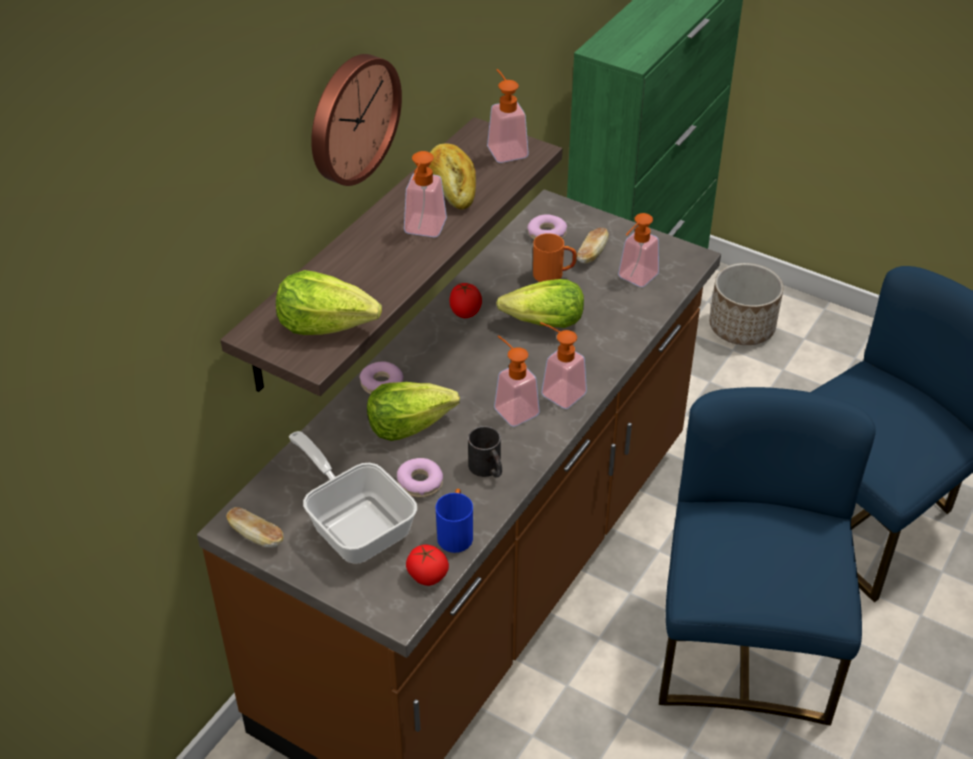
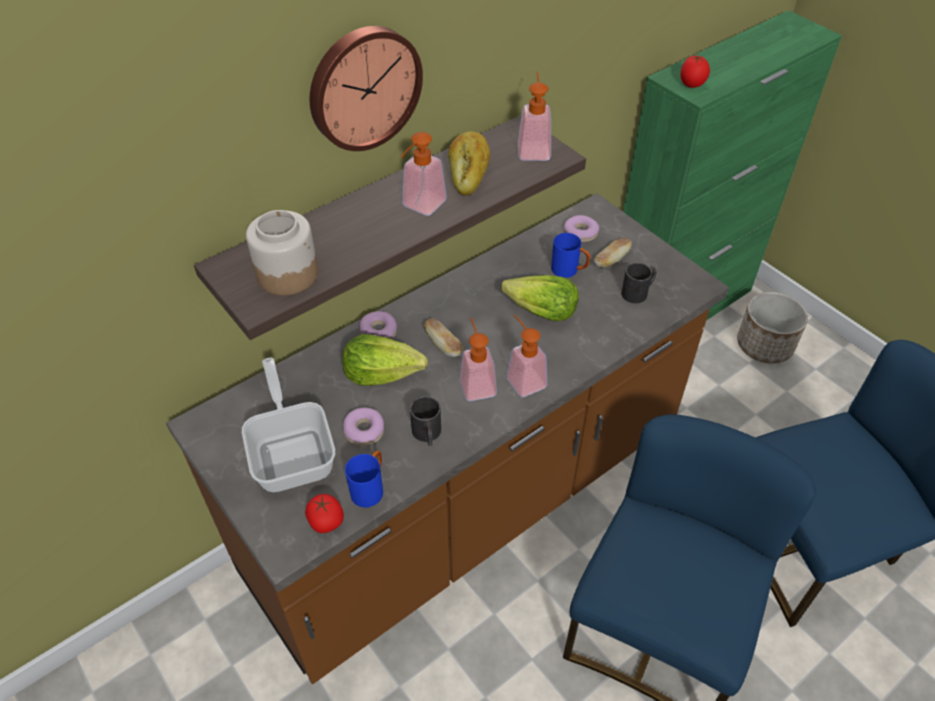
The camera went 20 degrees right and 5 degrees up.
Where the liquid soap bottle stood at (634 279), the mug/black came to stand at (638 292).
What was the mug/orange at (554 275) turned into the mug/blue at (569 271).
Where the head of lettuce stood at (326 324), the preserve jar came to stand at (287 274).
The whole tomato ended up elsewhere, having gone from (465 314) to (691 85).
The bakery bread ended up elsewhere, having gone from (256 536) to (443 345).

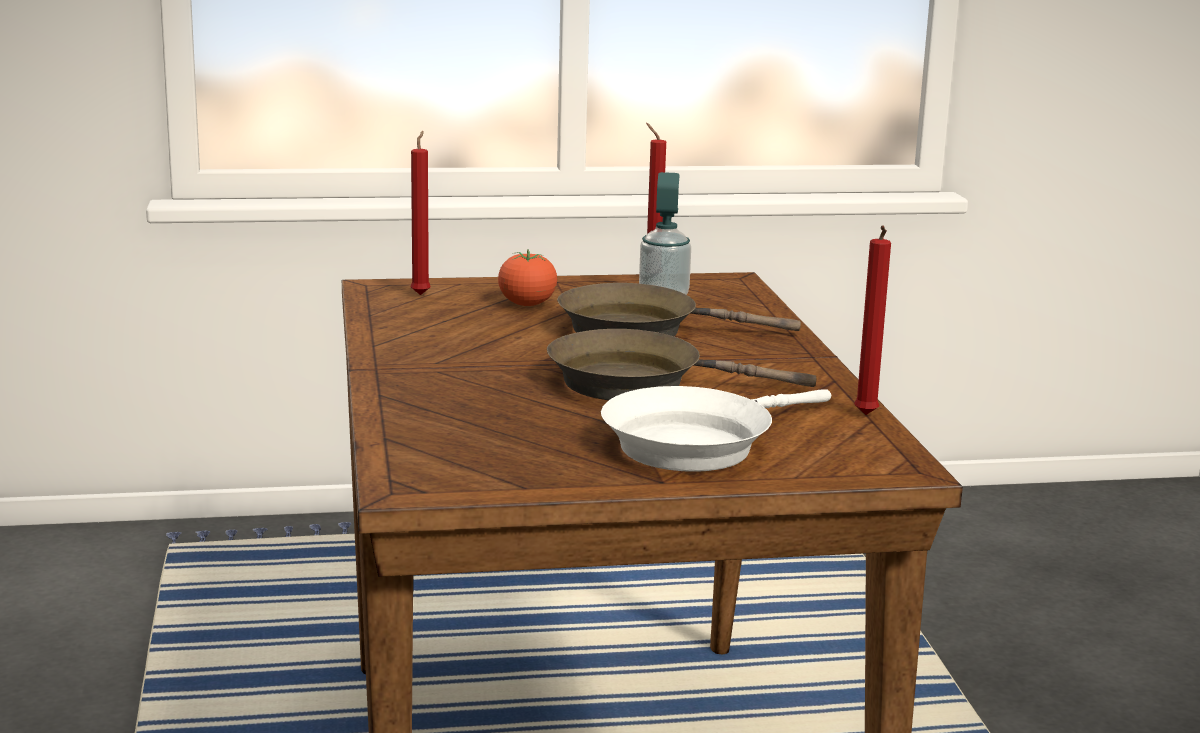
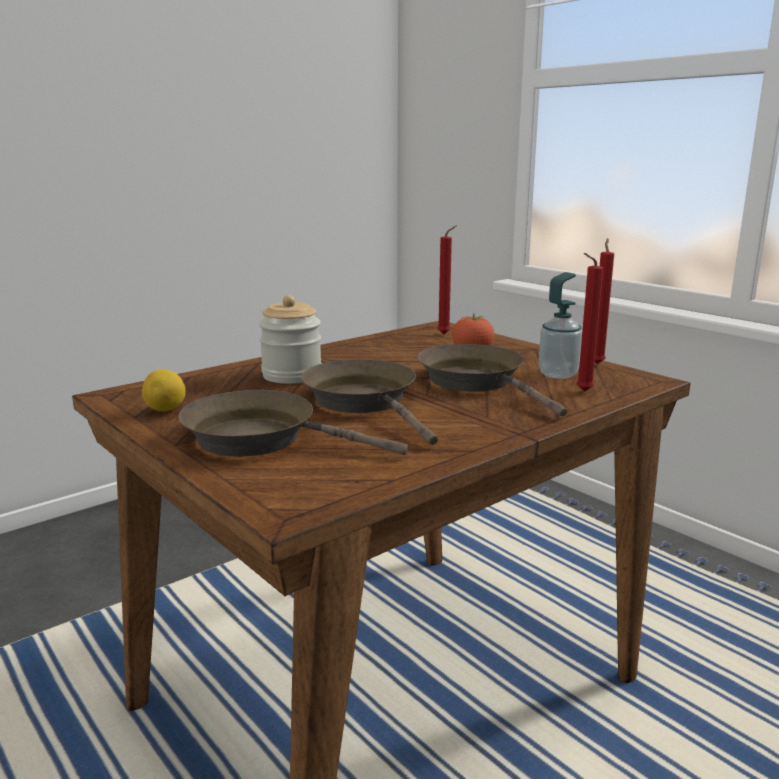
The camera went 60 degrees right and 0 degrees up.
The wax light/red ended up elsewhere, having gone from (865 416) to (581 391).
What was the pan/whitish at (696 444) turned into the pan/brown at (261 438).
The second view gained the preserve jar at (292 375).
The second view gained the citrus fruit at (166 410).

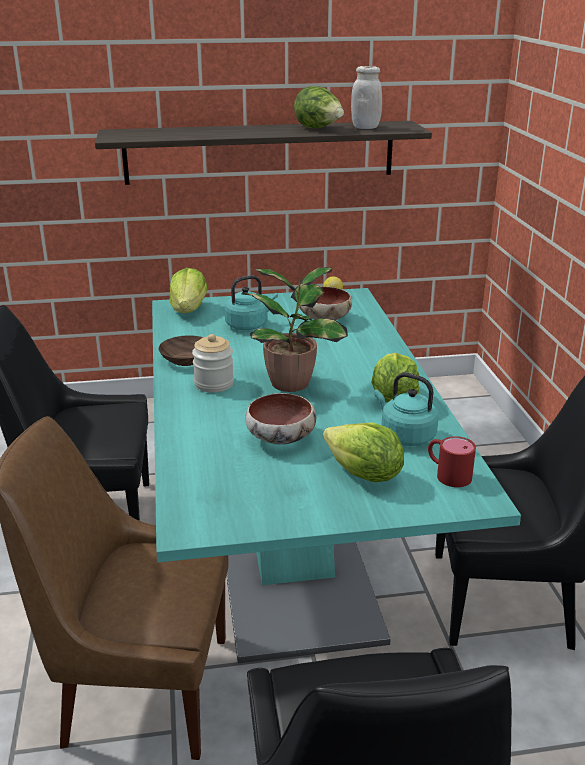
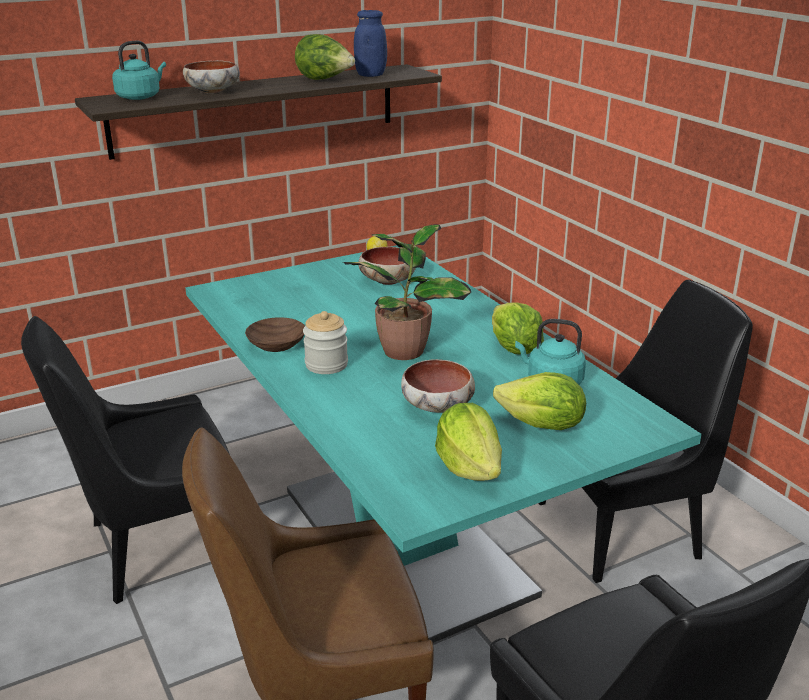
The camera went 20 degrees left and 0 degrees up.
What was the preserve jar/whitish at (365 127) turned into the preserve jar/blue at (370 75).
The head of lettuce ended up elsewhere, having gone from (189 309) to (469 467).
The tea kettle/turquoise-coloured ended up elsewhere, having gone from (249 325) to (140 97).
The second view lost the mug/red at (447 473).
The second view gained the serving bowl at (214 91).

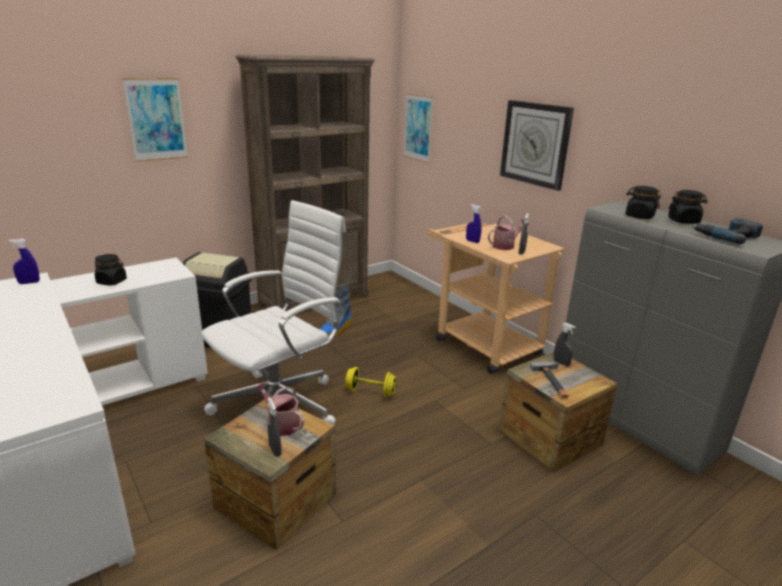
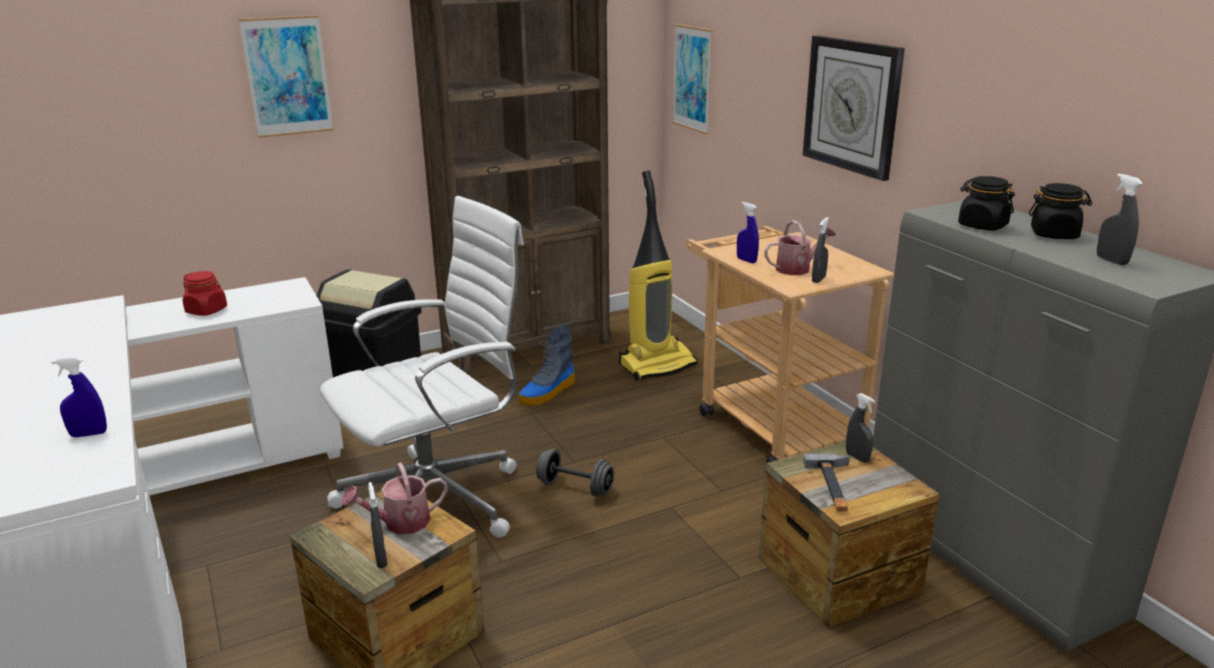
The camera went 10 degrees right and 0 degrees up.
Where the drill stood at (726 236), the hand sprayer/gray came to stand at (1111 261).
The hand sprayer/blue ended up elsewhere, having gone from (29 282) to (89 434).
What was the preserve jar/black at (112 282) turned into the preserve jar/red at (207 310).
What was the free weight/yellow-coloured at (370 391) turned into the free weight/gray at (575 488).
The watering pot at (281 423) ended up facing another way, 75 degrees counterclockwise from before.
The second view gained the vacuum cleaner at (657 365).

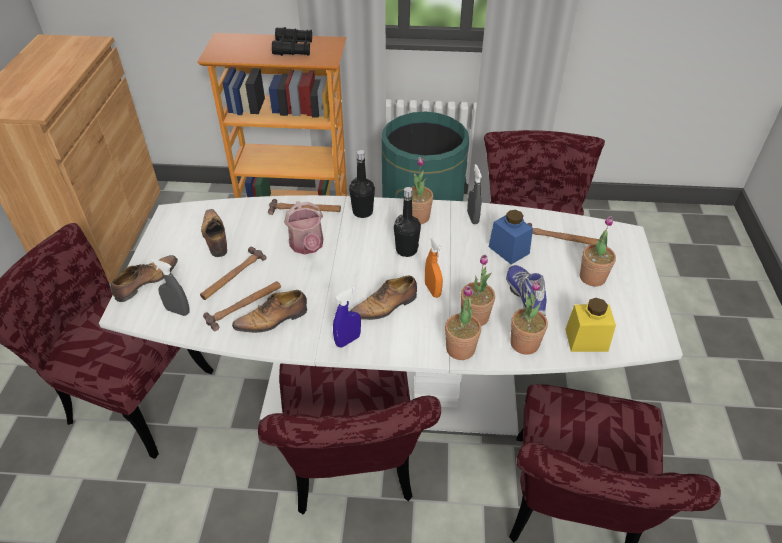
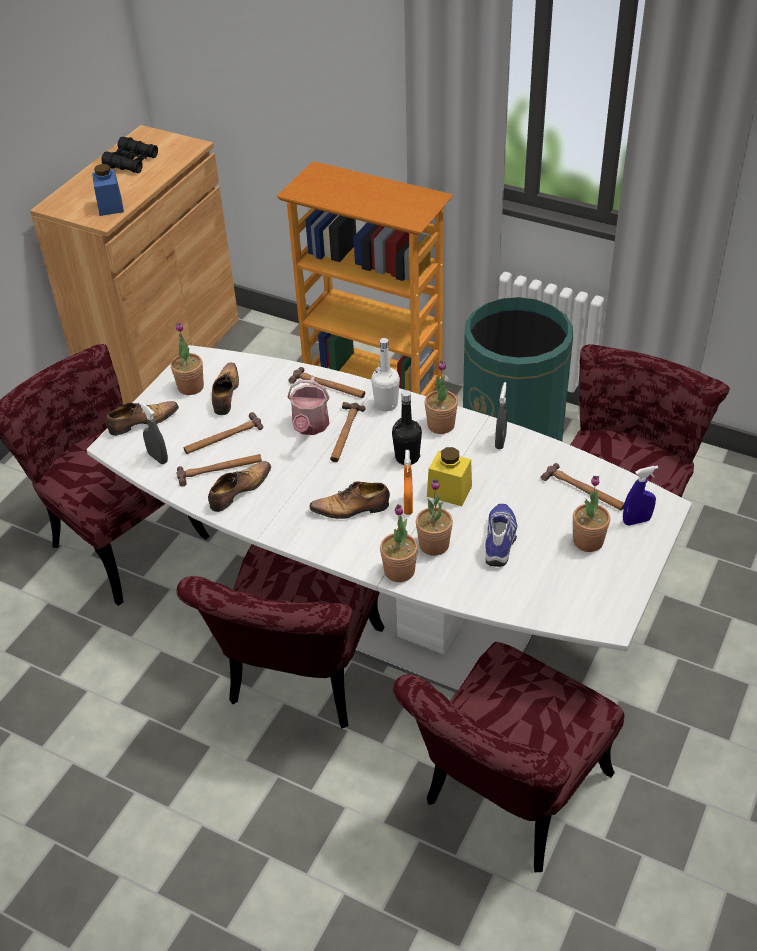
The camera went 25 degrees right and 0 degrees up.
The field glasses/black ended up elsewhere, having gone from (293 48) to (131 162).
What was the drink bottle/black at (362 212) turned into the drink bottle/whitish at (386 404).
The preserve jar/blue ended up elsewhere, having gone from (508 250) to (110 206).
The plant in a pot ended up elsewhere, having gone from (524 343) to (190 387).
The hand sprayer/blue ended up elsewhere, having gone from (348 340) to (636 521).
The item of footwear at (273 319) ended up facing another way, 135 degrees clockwise from before.
The preserve jar/yellow-coloured ended up elsewhere, having gone from (586 340) to (449 491).
The second view gained the hand hammer at (344 434).

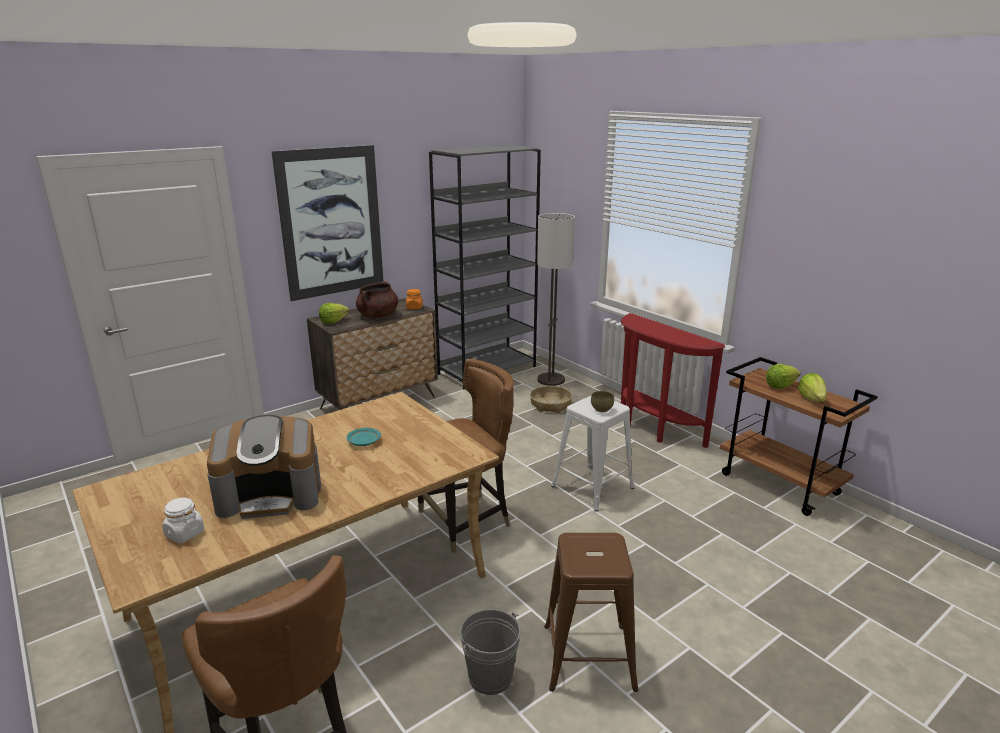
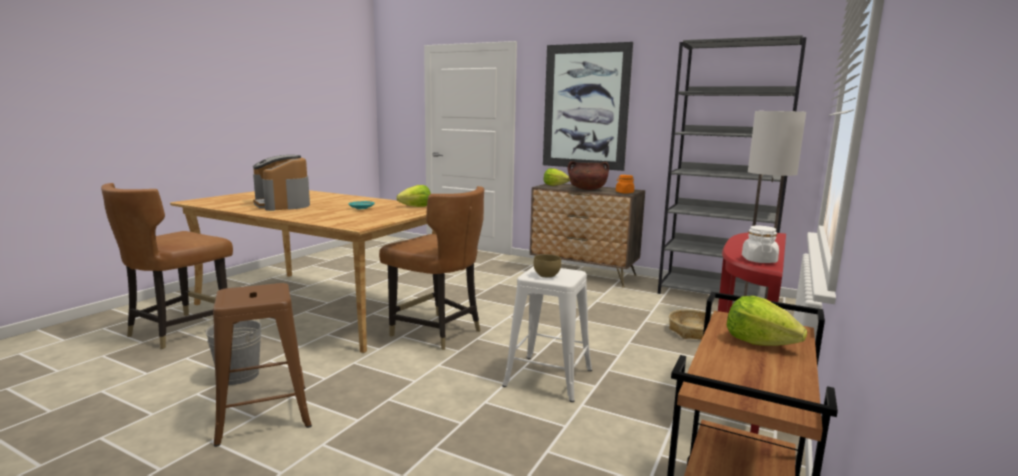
The camera went 65 degrees right and 10 degrees down.
The head of lettuce ended up elsewhere, having gone from (812 399) to (416 207).
The preserve jar/whitish ended up elsewhere, having gone from (184 534) to (758 260).

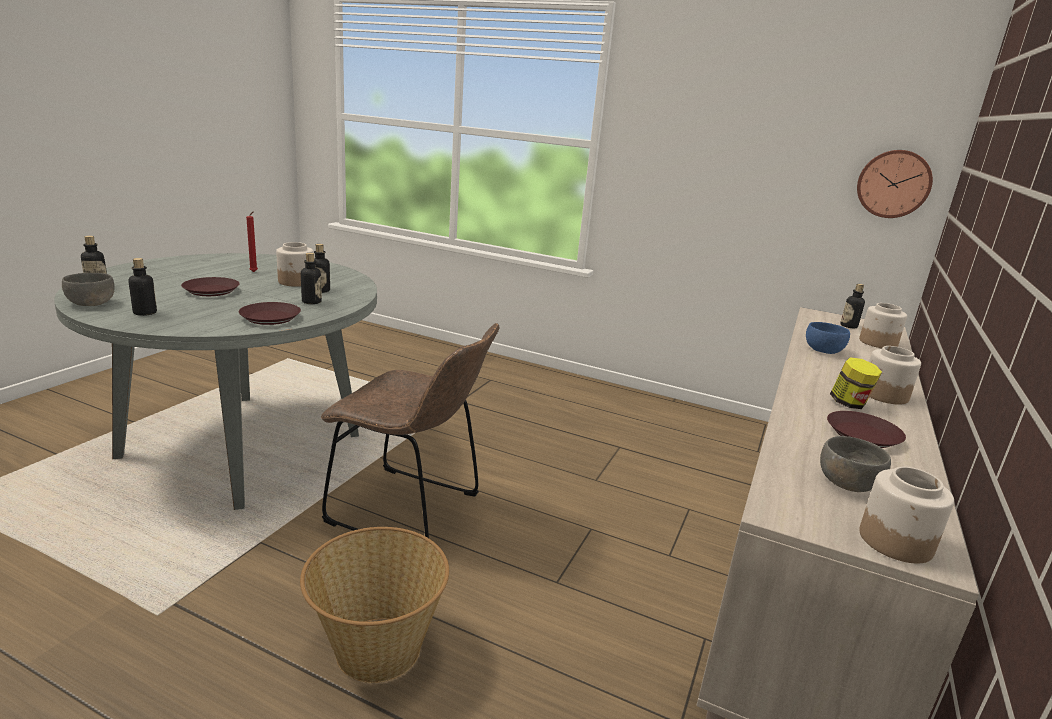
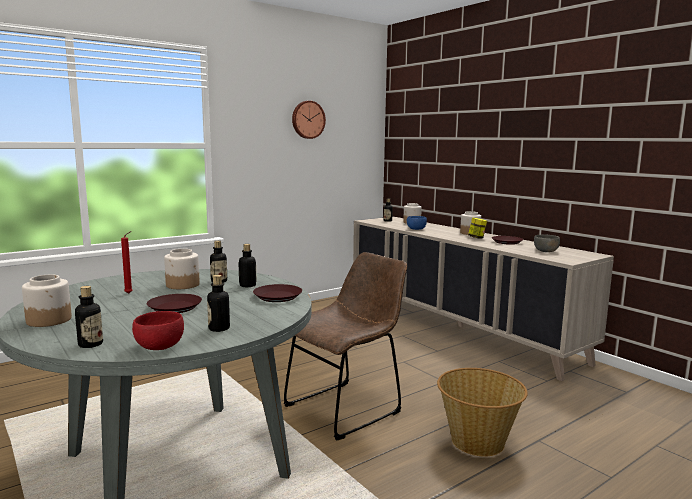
The camera went 60 degrees left and 10 degrees down.
The wall clock ended up elsewhere, having gone from (893 184) to (307 119).
What was the serving bowl/gray at (90 303) turned into the serving bowl/red at (159 346).
The preserve jar ended up elsewhere, having gone from (896 541) to (49 320).

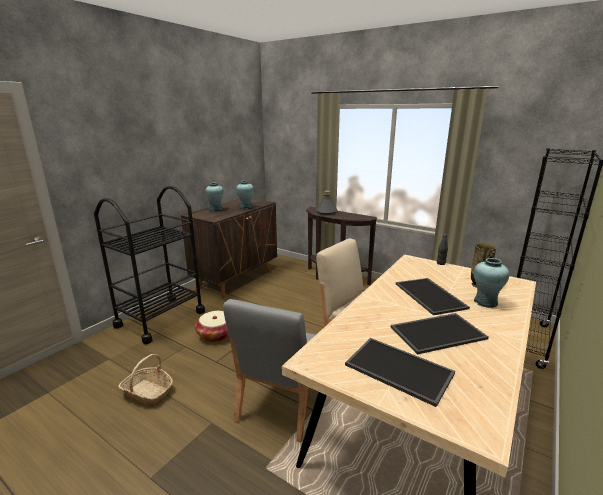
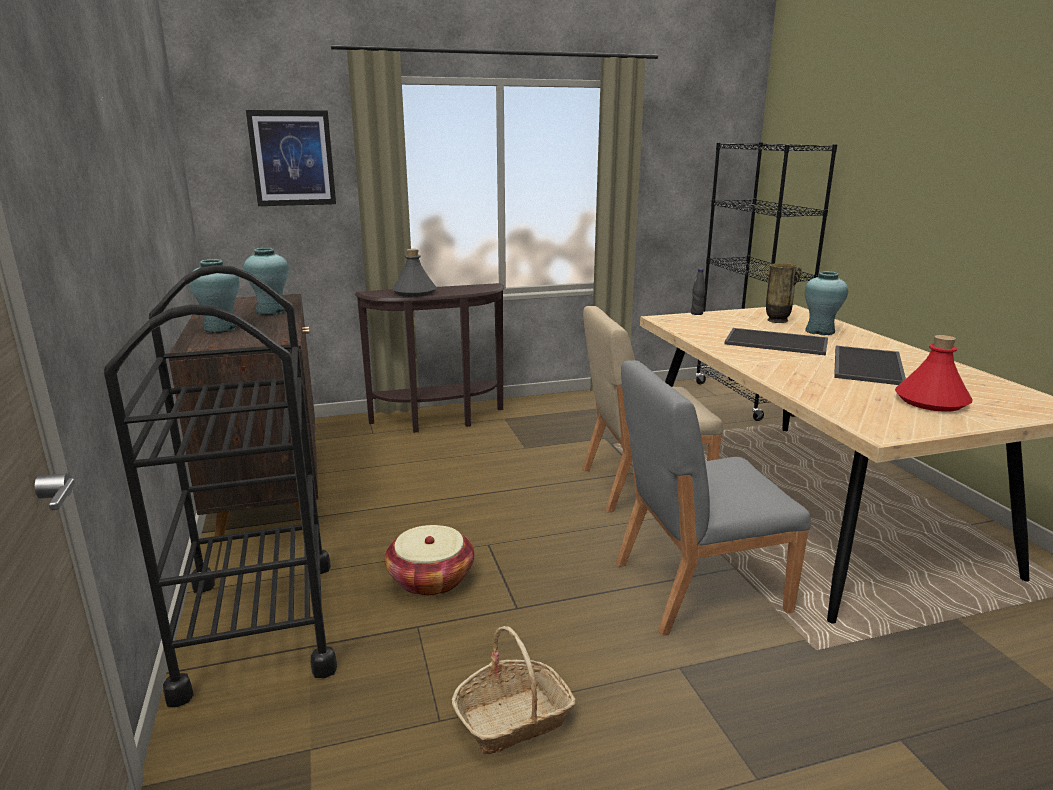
The camera went 50 degrees left and 0 degrees up.
The plain chair/gray at (282 404) ended up facing another way, 105 degrees clockwise from before.
Where the serving tray stood at (397 369), the drink bottle/red came to stand at (931 401).
The second view gained the picture at (292 158).

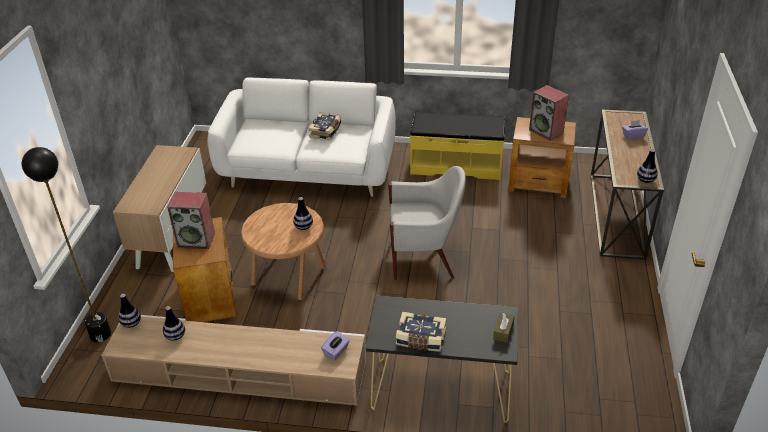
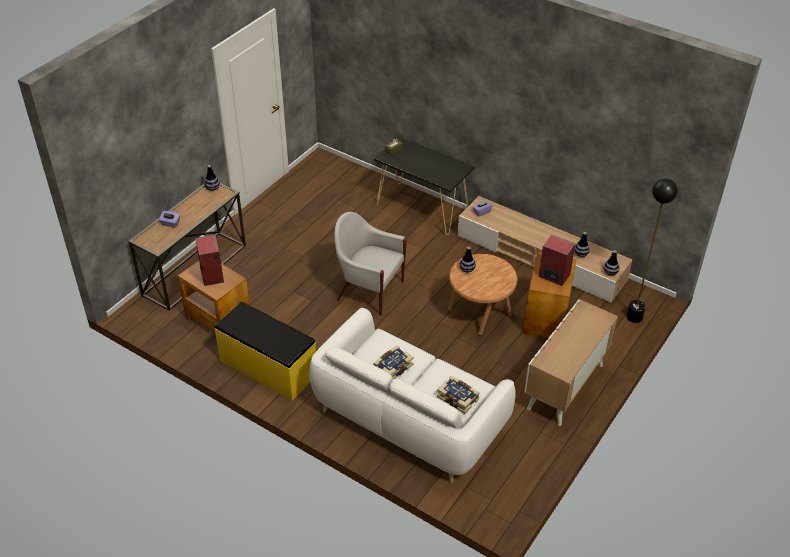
The camera went 155 degrees left and 5 degrees up.
The volume ended up elsewhere, having gone from (420 339) to (458 398).

